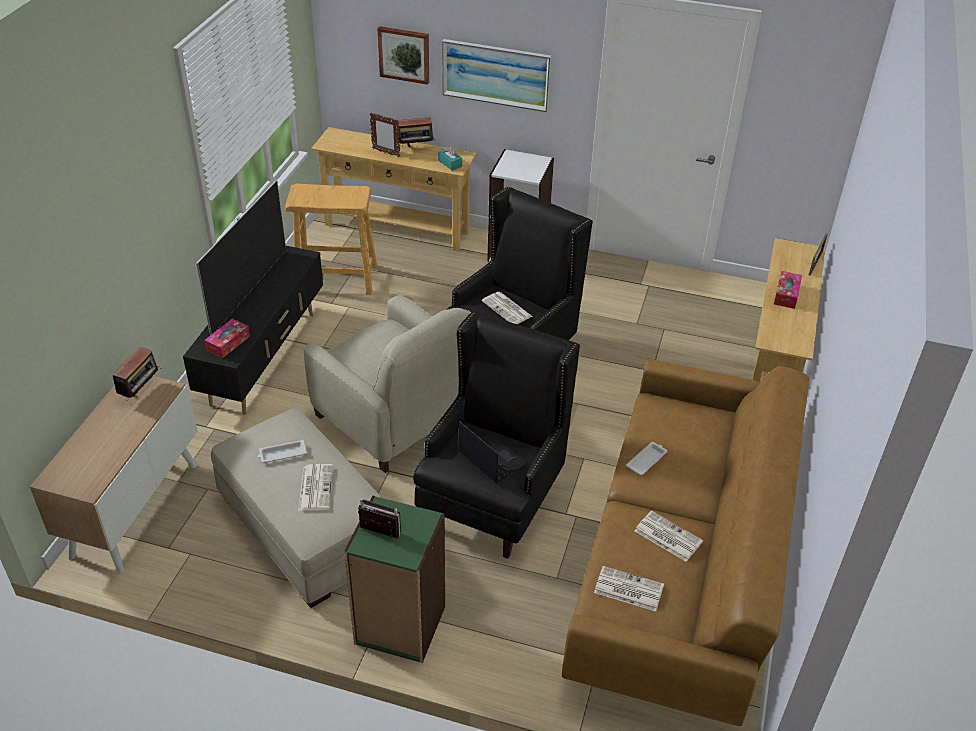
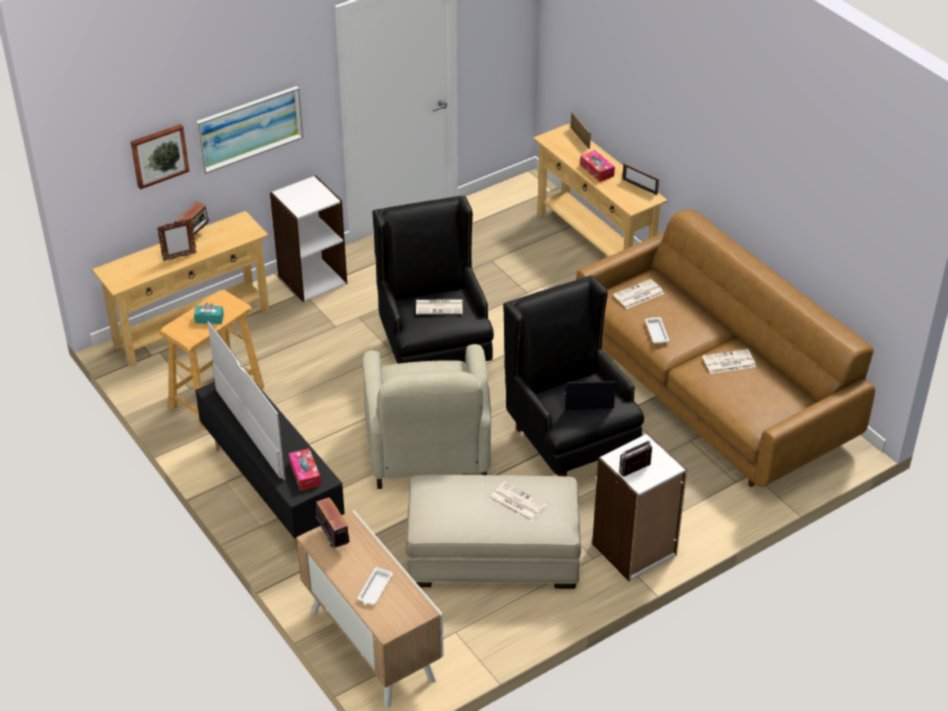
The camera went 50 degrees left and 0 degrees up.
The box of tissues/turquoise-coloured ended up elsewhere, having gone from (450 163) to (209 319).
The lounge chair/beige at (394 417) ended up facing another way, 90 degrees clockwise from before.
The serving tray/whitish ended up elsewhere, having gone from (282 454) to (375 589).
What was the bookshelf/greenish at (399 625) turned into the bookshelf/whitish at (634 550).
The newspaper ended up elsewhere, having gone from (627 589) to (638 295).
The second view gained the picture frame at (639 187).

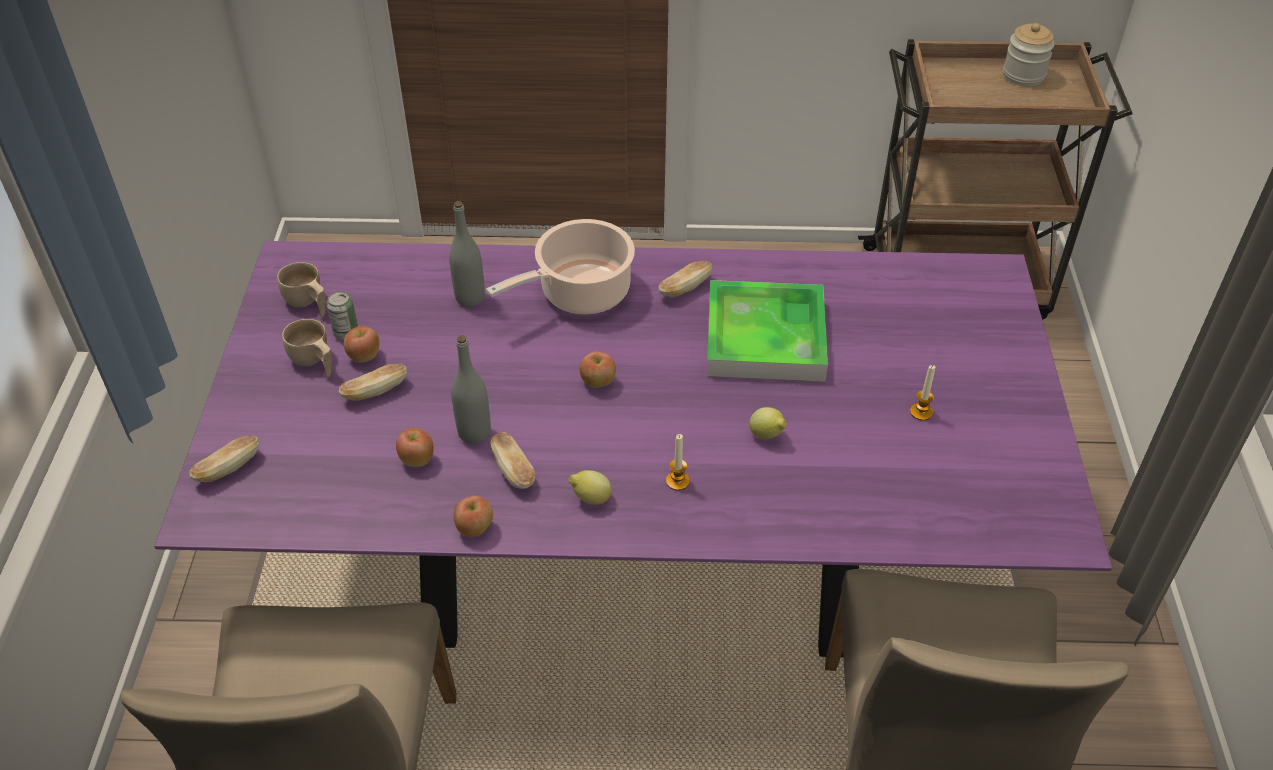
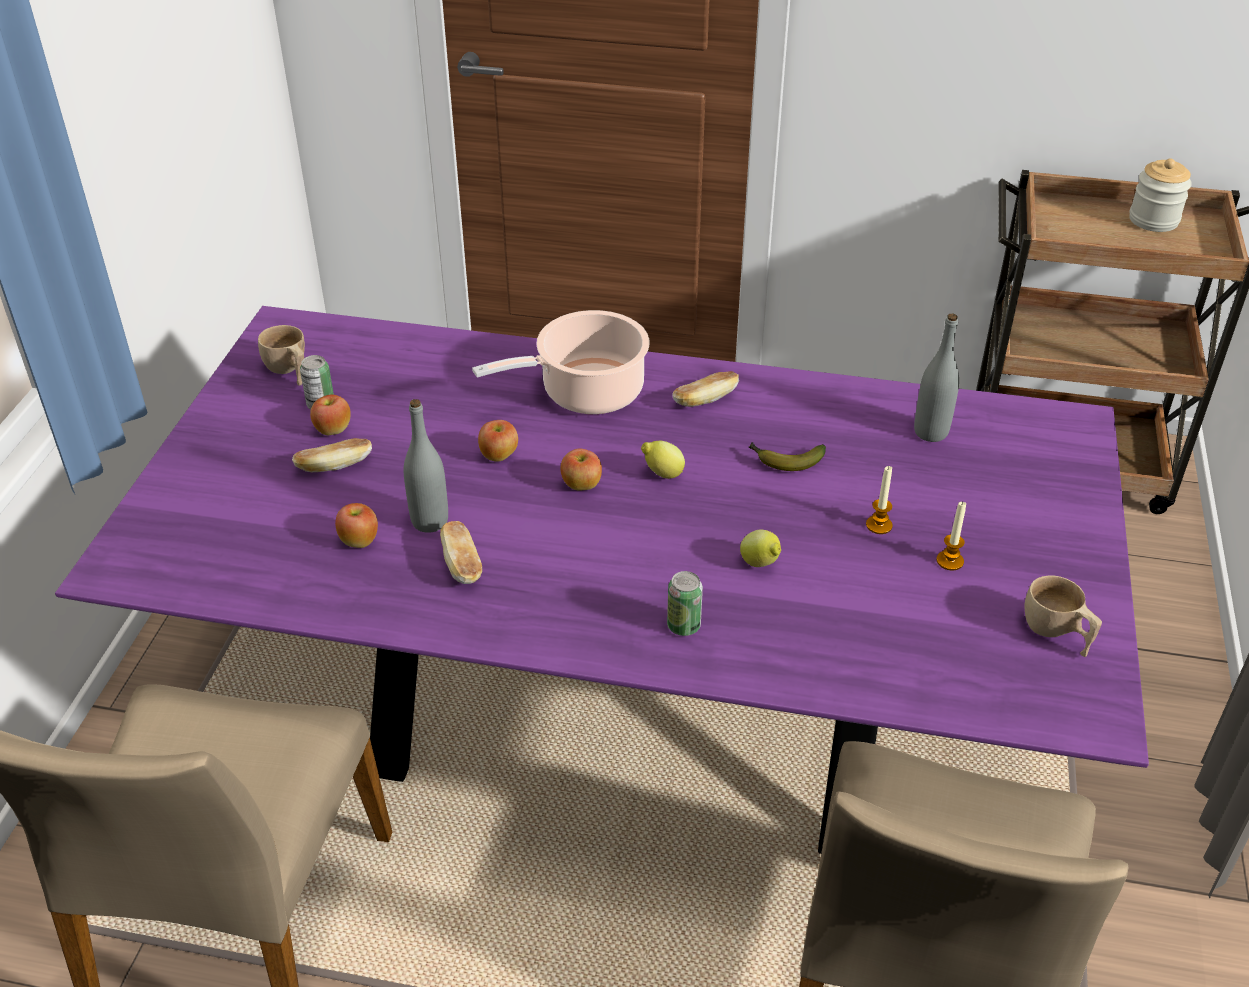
The camera went 10 degrees right and 5 degrees down.
The drink bottle/gray ended up elsewhere, having gone from (470 298) to (930 432).
Where the serving tray stood at (765 337), the banana came to stand at (784 461).
The drinking cup/beige ended up elsewhere, having gone from (314 362) to (1056 633).
The wax light ended up elsewhere, having gone from (677 481) to (879 525).
The second view lost the bakery bread at (228 468).
The citrus fruit ended up elsewhere, having gone from (590 499) to (662 474).
The whole apple ended up elsewhere, having gone from (475 529) to (499 456).
The second view gained the sealed can at (683 626).

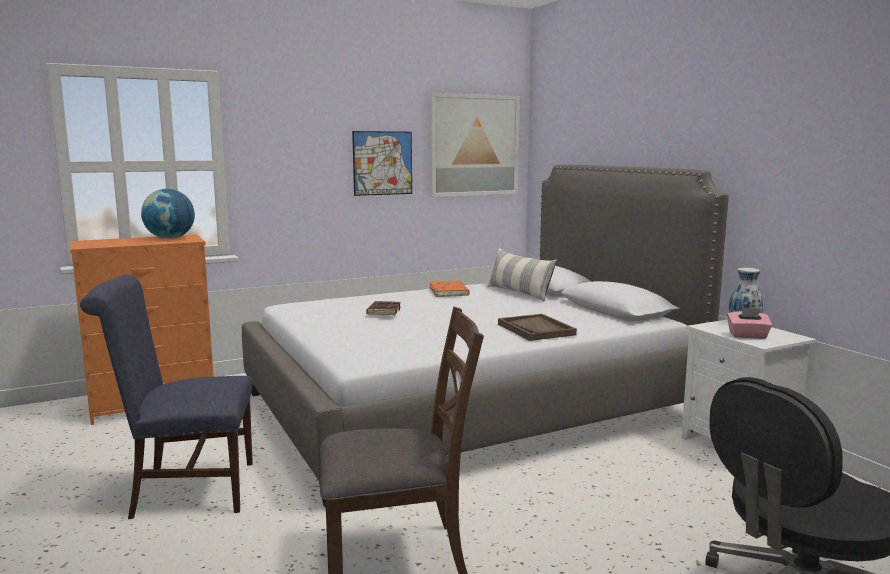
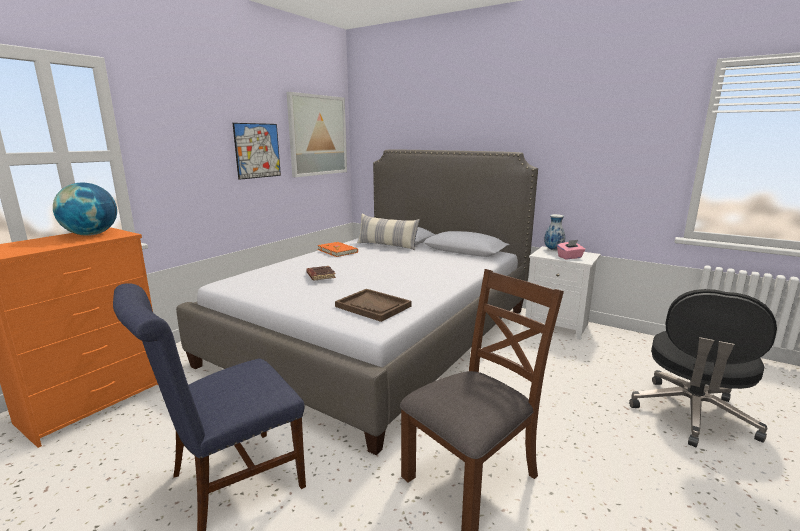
The camera went 30 degrees left and 5 degrees up.
The serving tray/brown ended up elsewhere, having gone from (536 329) to (373 306).

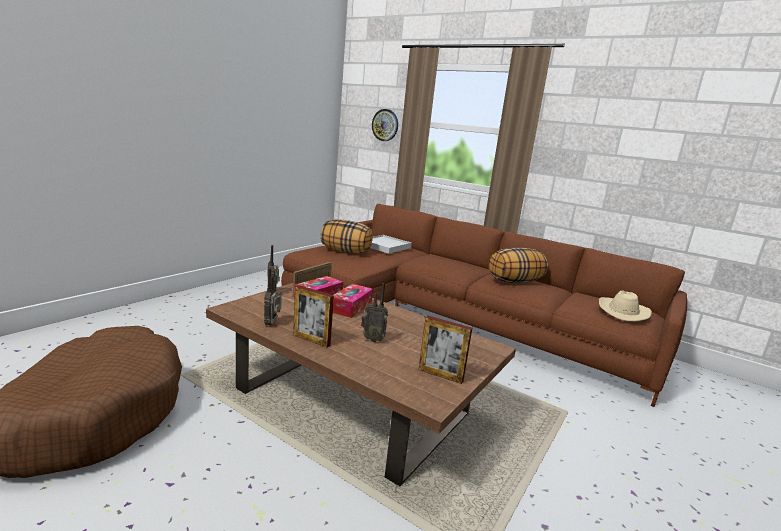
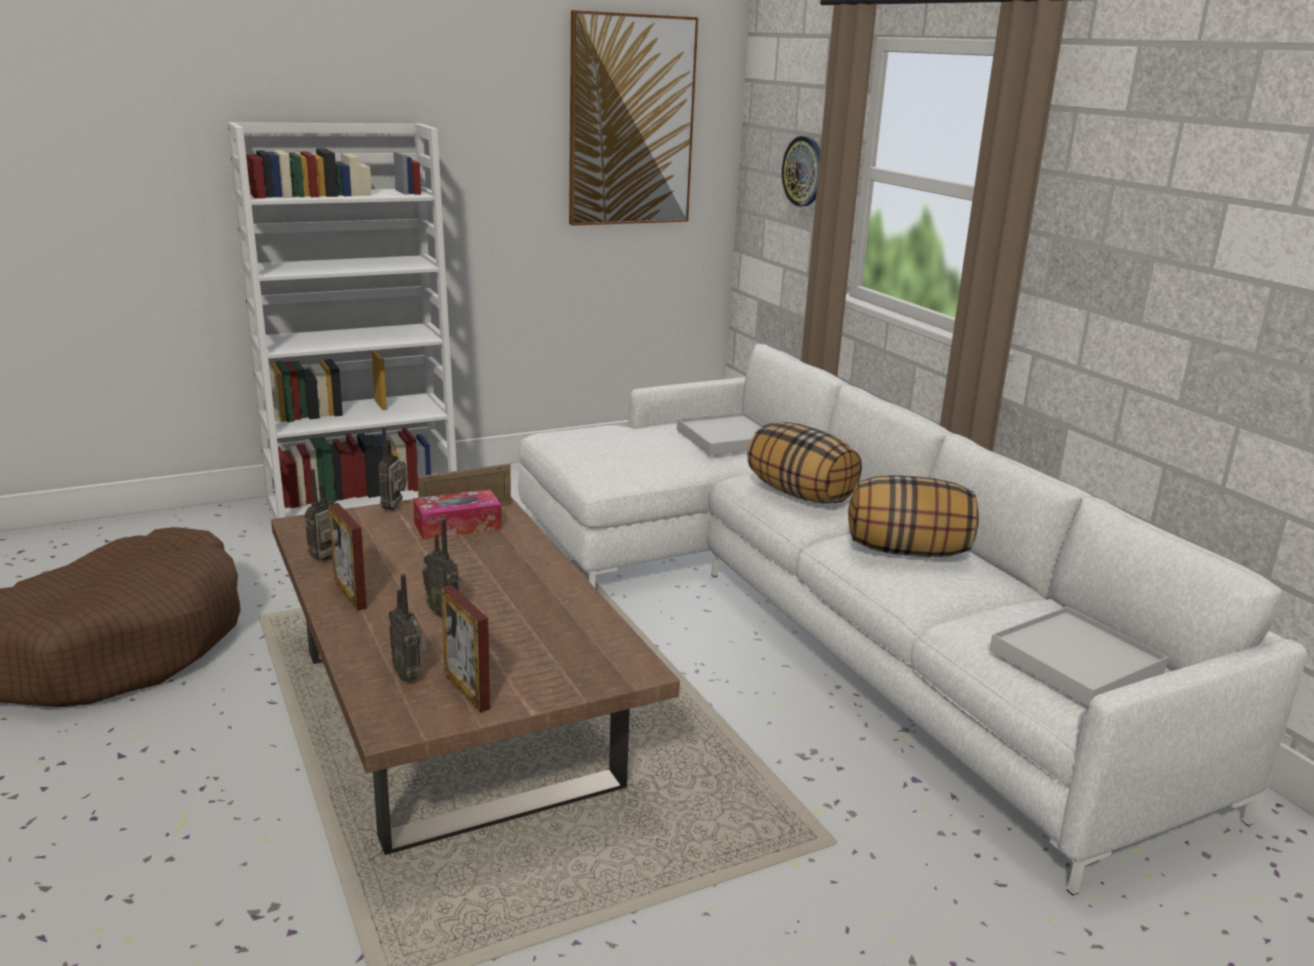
The camera went 30 degrees right and 5 degrees up.
What was the settee/brown at (453 320) turned into the settee/whitish at (817 615).
The cushion ended up elsewhere, having gone from (346 251) to (801 494).
The second view lost the box of tissues at (351 307).
Where the wearable hat/beige stood at (622 311), the serving tray/whitish came to stand at (1075 661).
The second view gained the picture at (631 121).
The second view gained the bookshelf/whitish at (364 503).
The second view gained the radio receiver at (409 675).

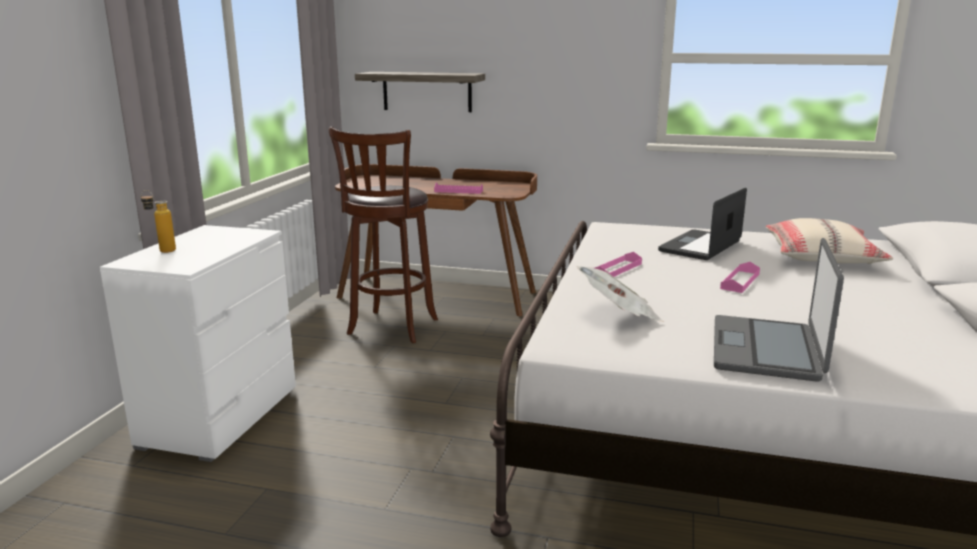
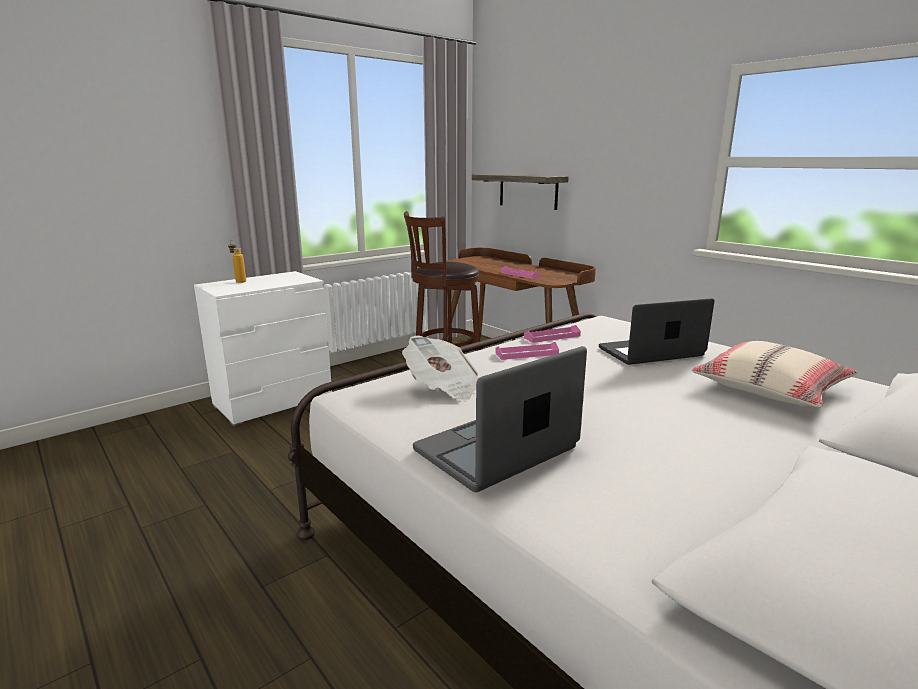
The camera went 35 degrees right and 0 degrees up.
The serving tray/pink ended up elsewhere, having gone from (740 281) to (552 337).

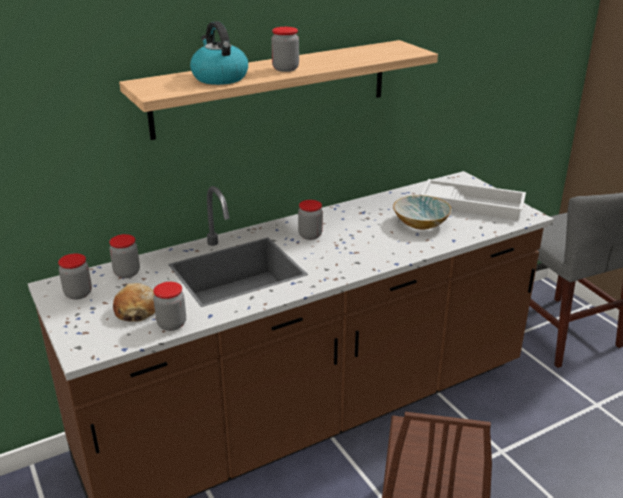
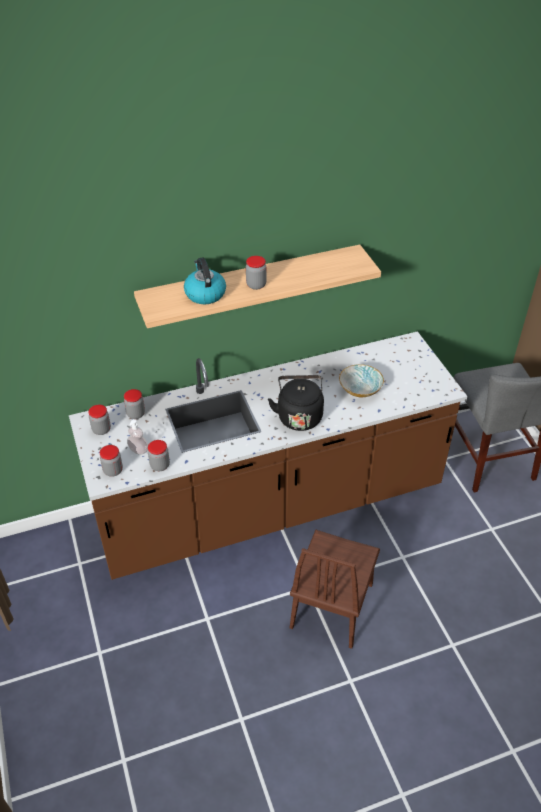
The camera went 10 degrees right and 15 degrees up.
The second view lost the serving tray/whitish at (473 205).
The preserve jar ended up elsewhere, having gone from (310 235) to (113 470).
Where the bakery bread stood at (137 310), the liquid soap bottle came to stand at (138 450).
The second view gained the tea kettle/black at (299 416).

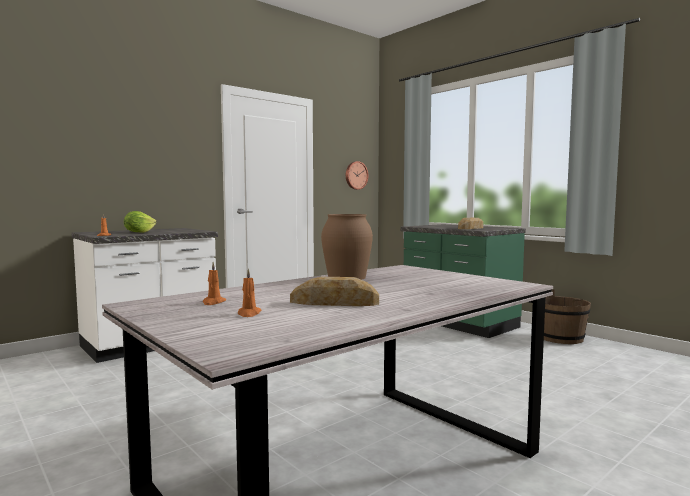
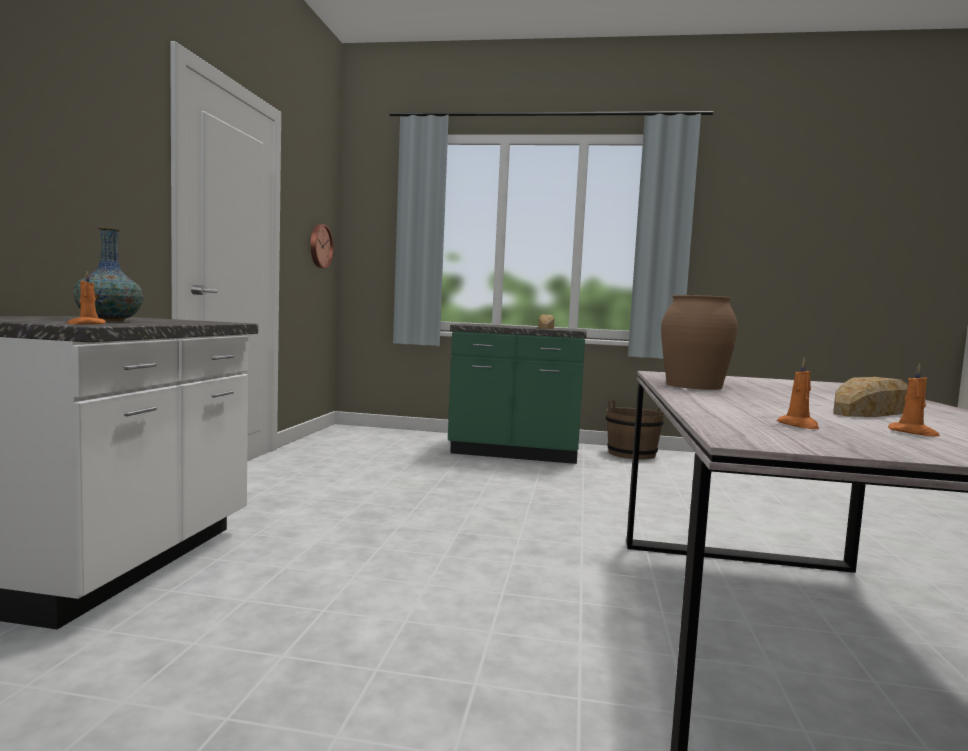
The camera went 40 degrees left and 0 degrees up.
Where the head of lettuce stood at (139 232), the flower vase came to stand at (109 320).

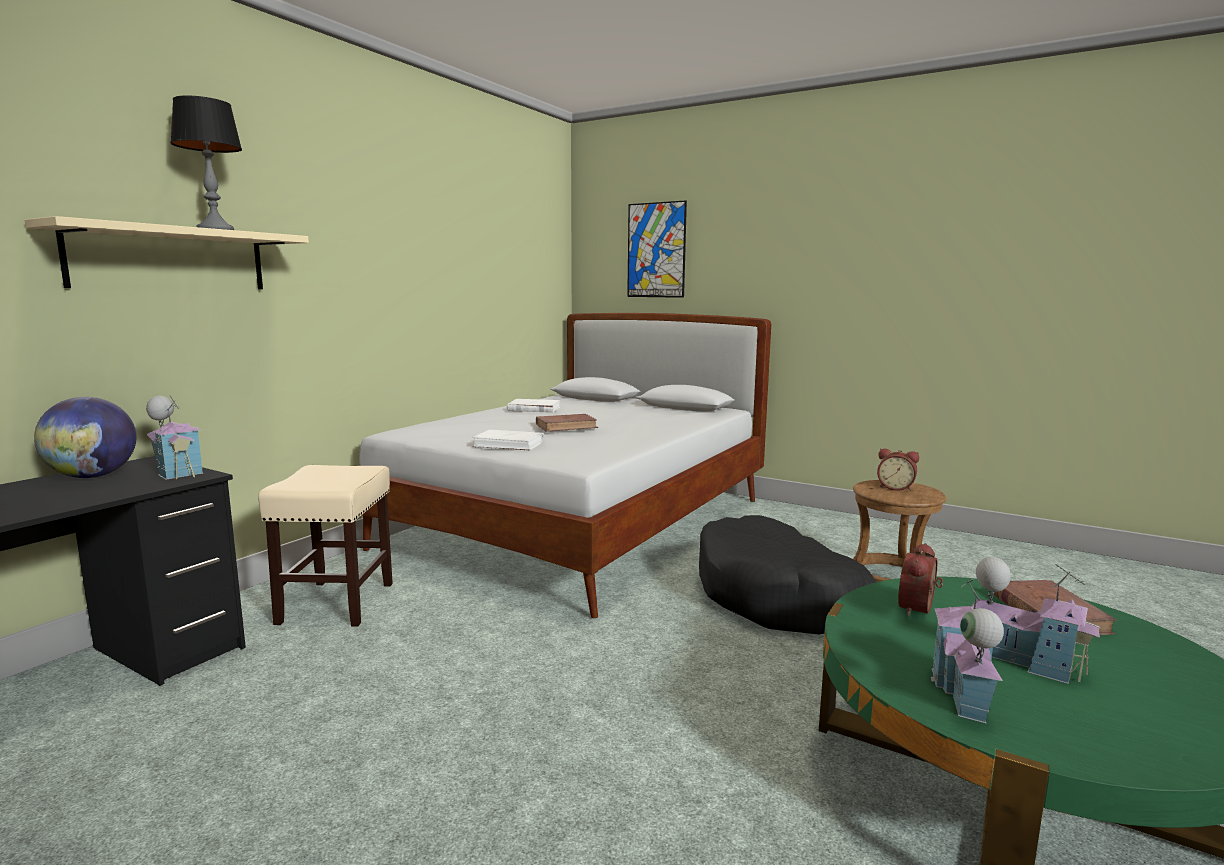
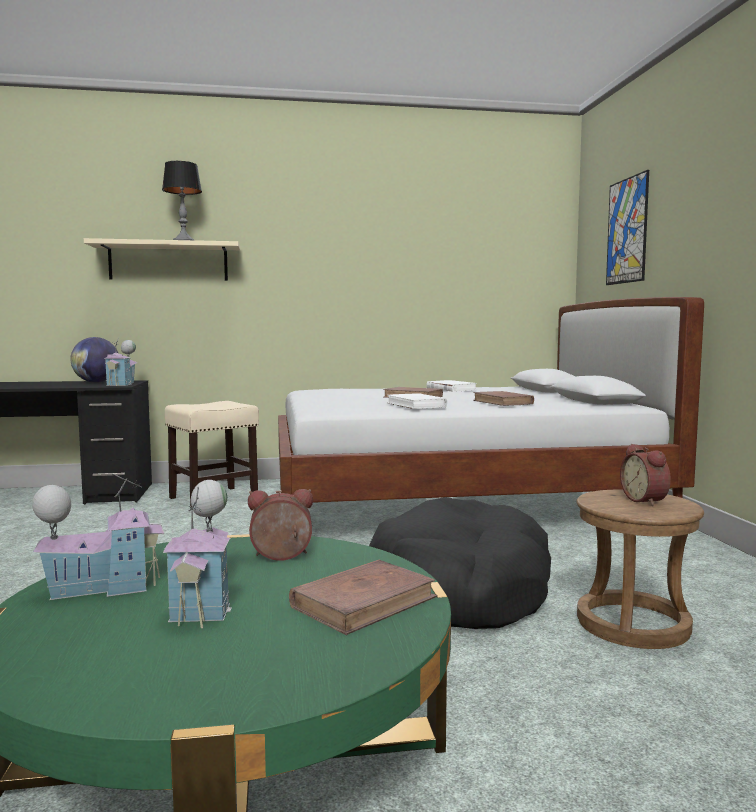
The camera went 50 degrees right and 5 degrees down.
The volume/whitish ended up elsewhere, having gone from (509 444) to (416 405).
The second view gained the volume/brown at (502 402).

